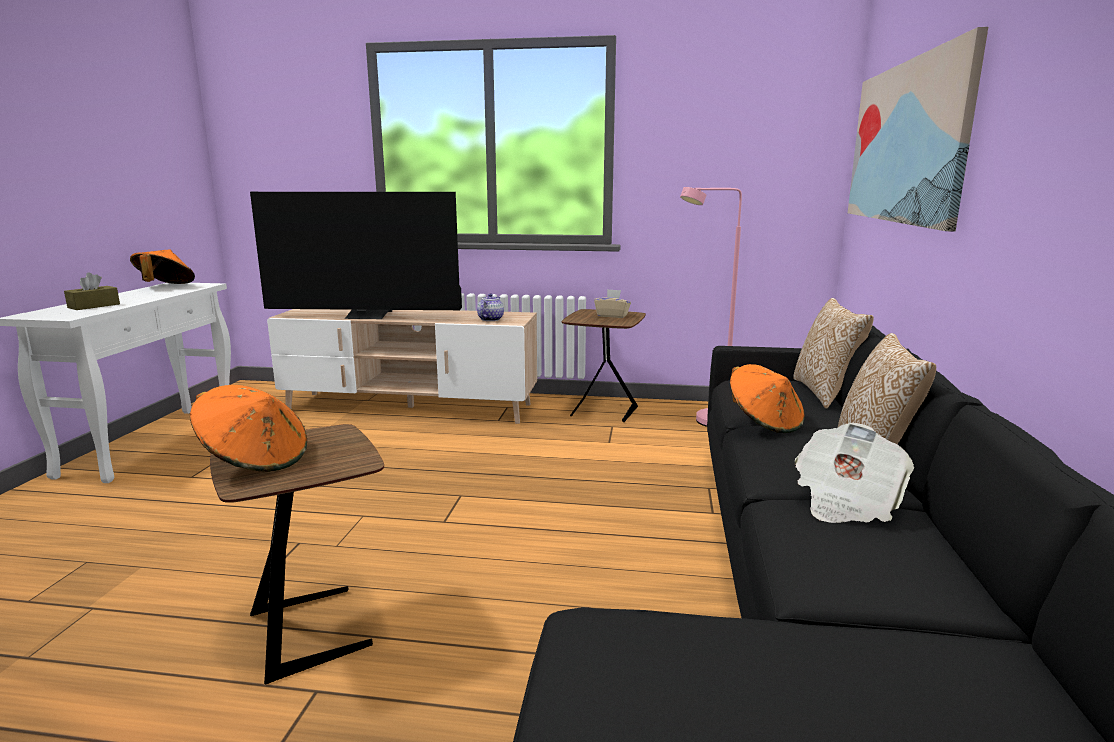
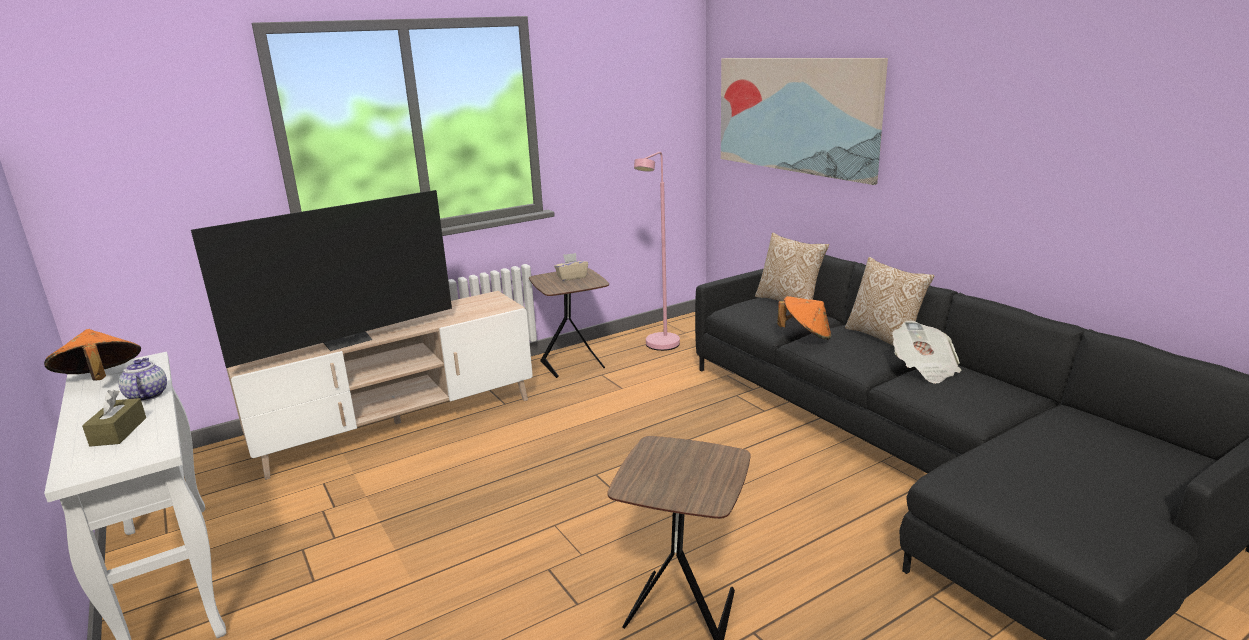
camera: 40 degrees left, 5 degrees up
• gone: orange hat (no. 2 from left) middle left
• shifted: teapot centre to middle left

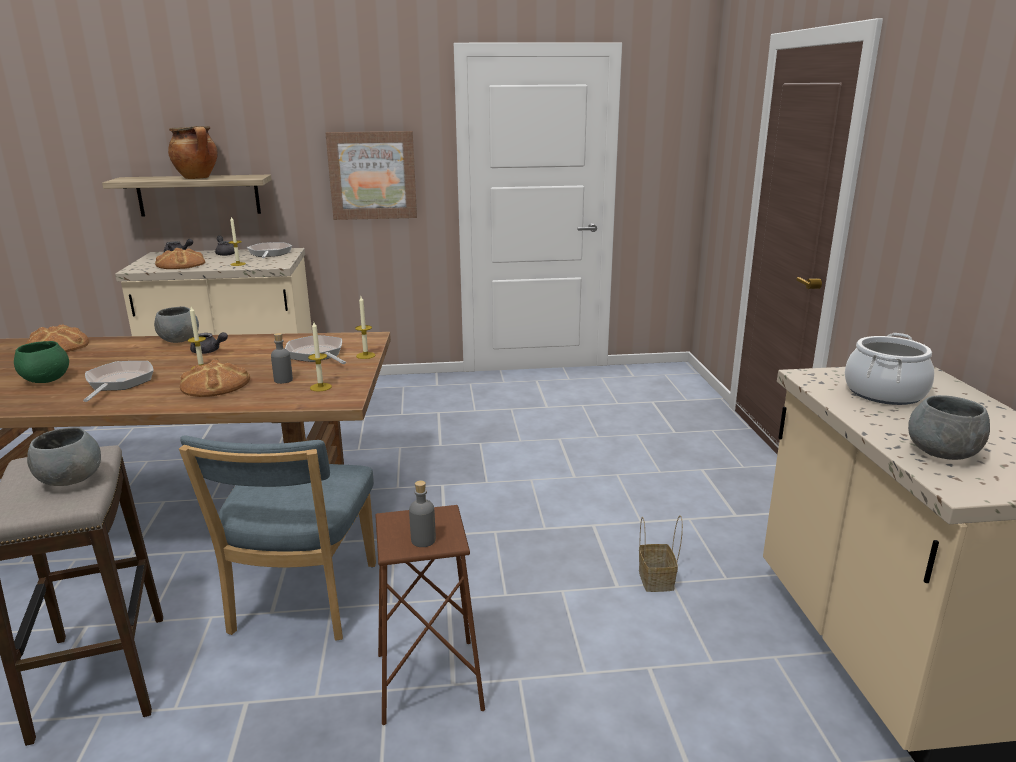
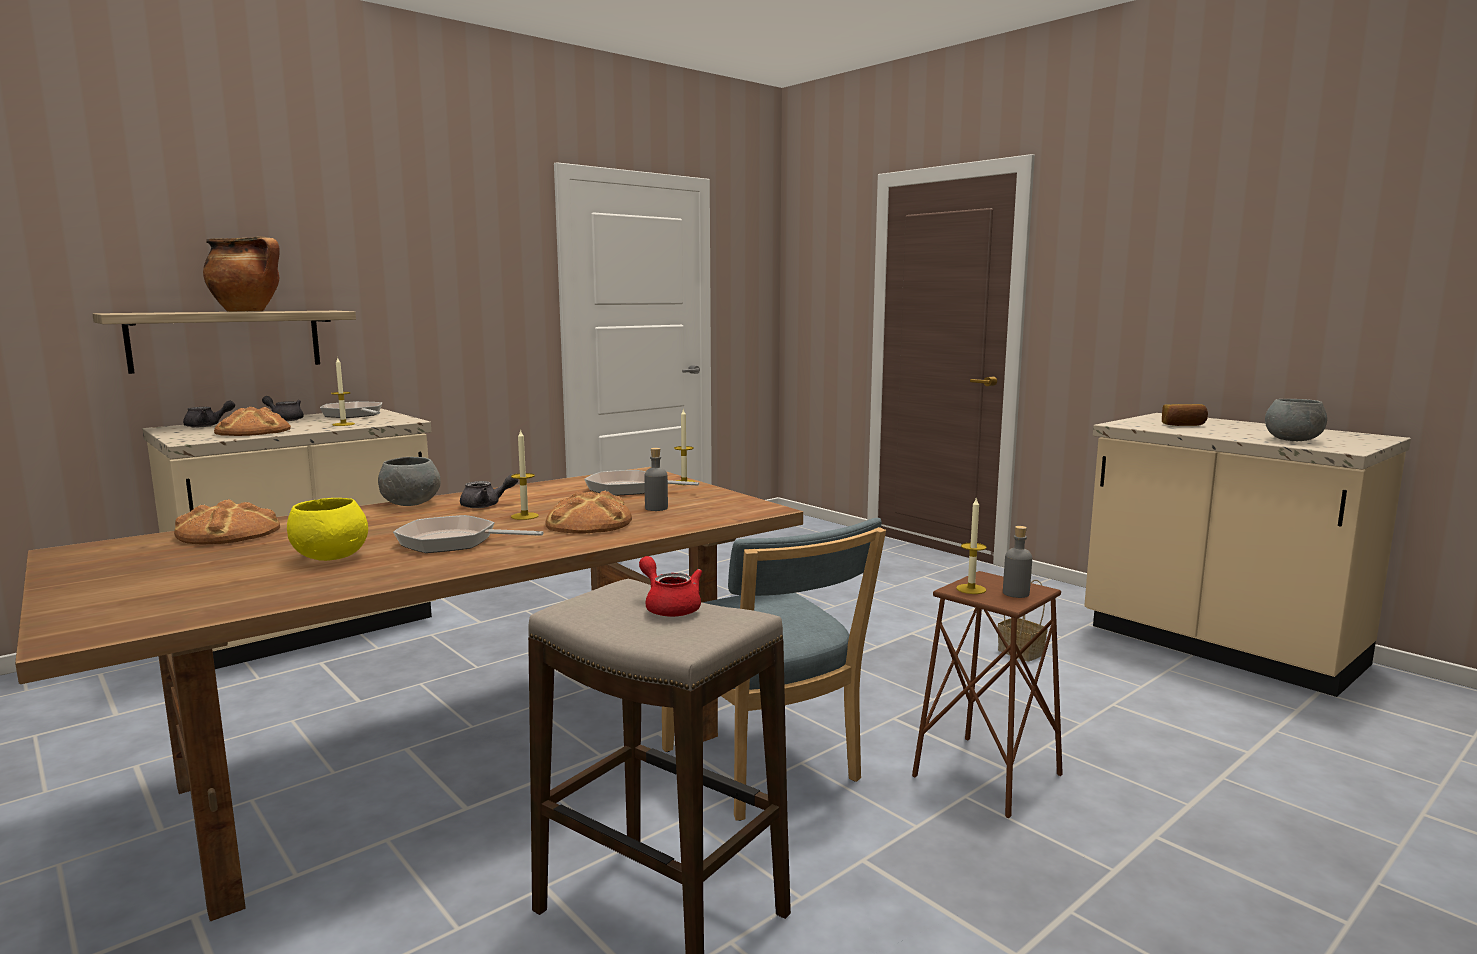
camera: 35 degrees left, 10 degrees down
• repainted: green bowl middle left to yellow bowl middle left
• swapped: grey bowl (no. 1 from left) middle left to red teapot centre
• rotated: frying pan (no. 1 from left in the first image) middle left = middle left 45 degrees counterclockwise
• shifted: candle (no. 3 from left in the first image) middle left to candle (no. 4 from left) centre
• gone: picture top centre
• swapped: cooking pot (no. 2 from left) middle right to bread (no. 4 from left) middle right

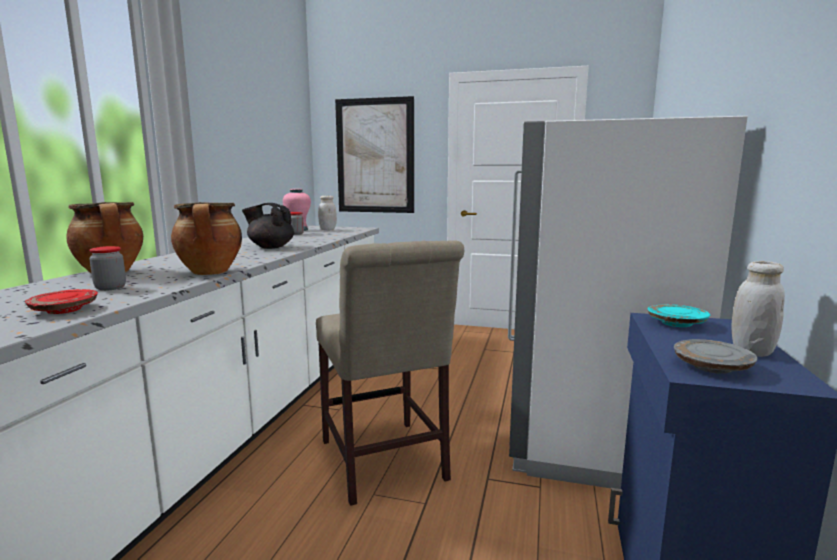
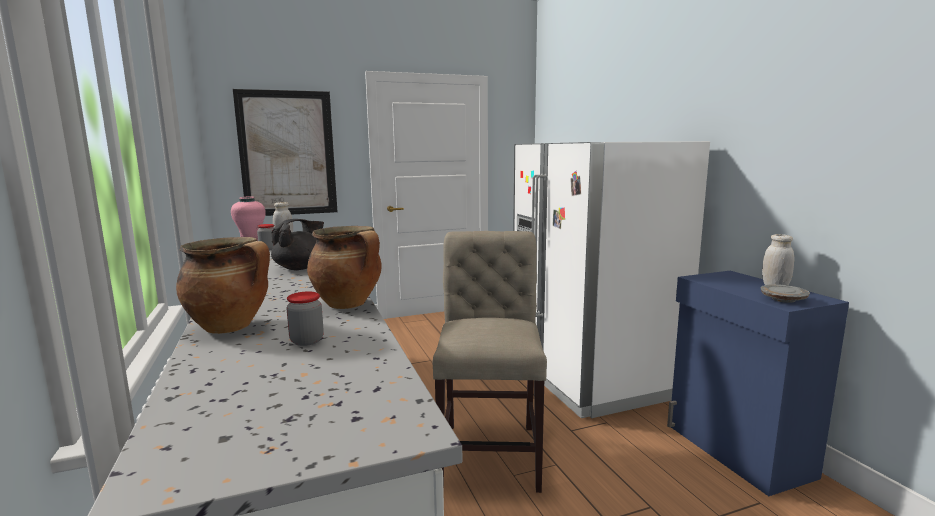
camera: 35 degrees left, 0 degrees up
• gone: red plate middle left
• rotated: black teapot middle left = middle left 150 degrees clockwise
• rotated: beige chair centre = bottom centre 120 degrees counterclockwise
• gone: turquoise plate middle right

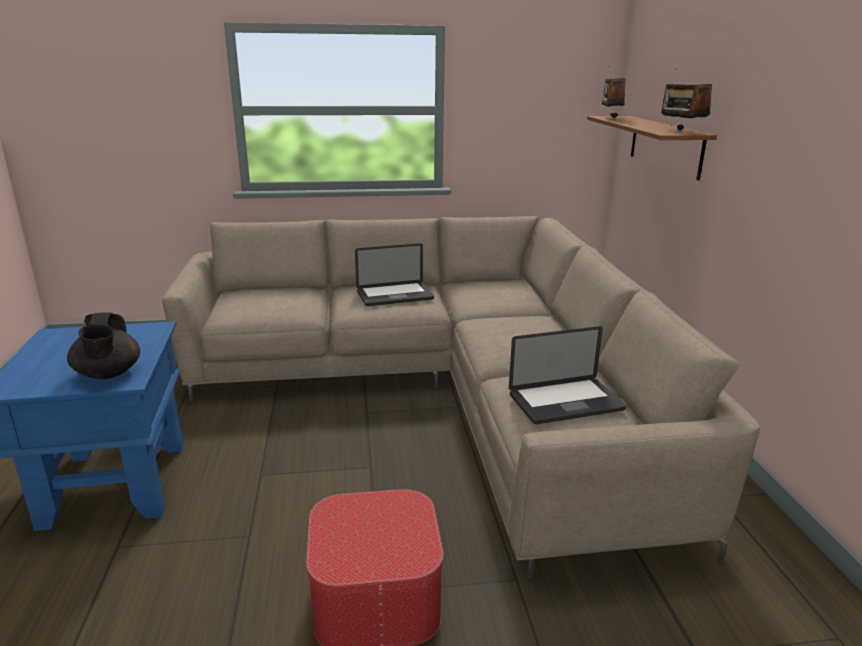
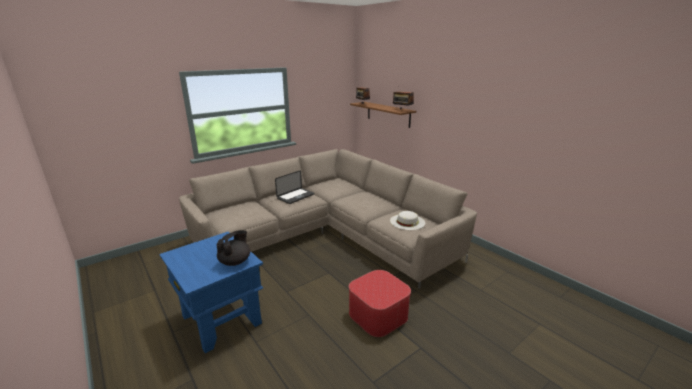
camera: 30 degrees left, 0 degrees up
• rotated: black teapot middle left = centre 105 degrees counterclockwise
• swapped: laptop (no. 2 from left) centre to white hat centre

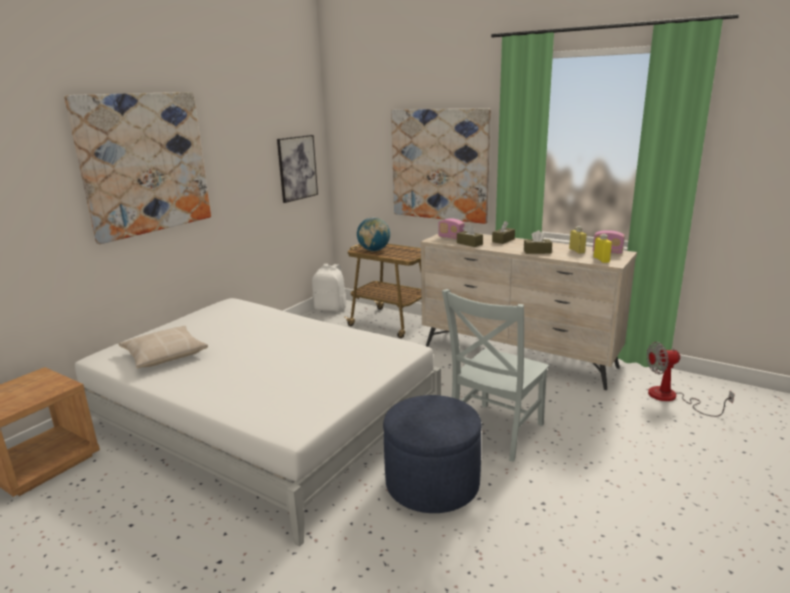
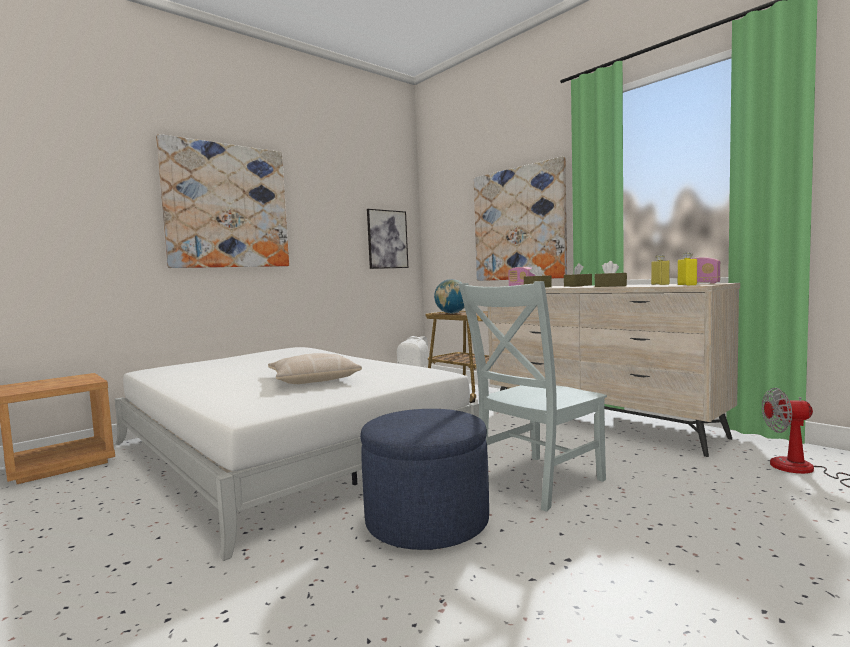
camera: 15 degrees right, 15 degrees down
• shifted: beige pillow middle left to centre

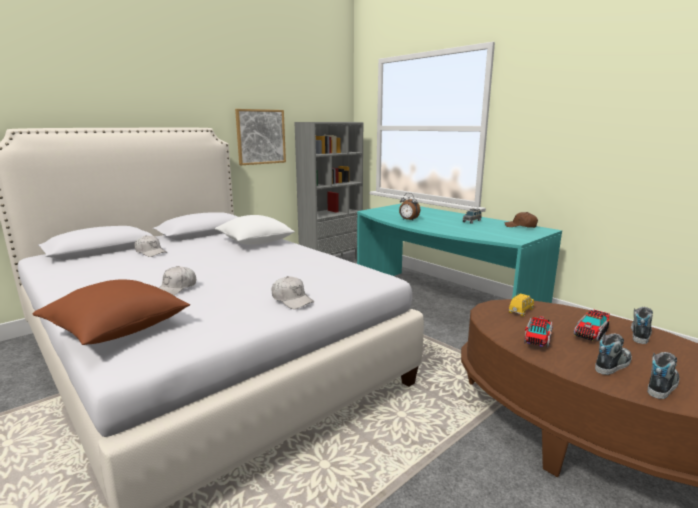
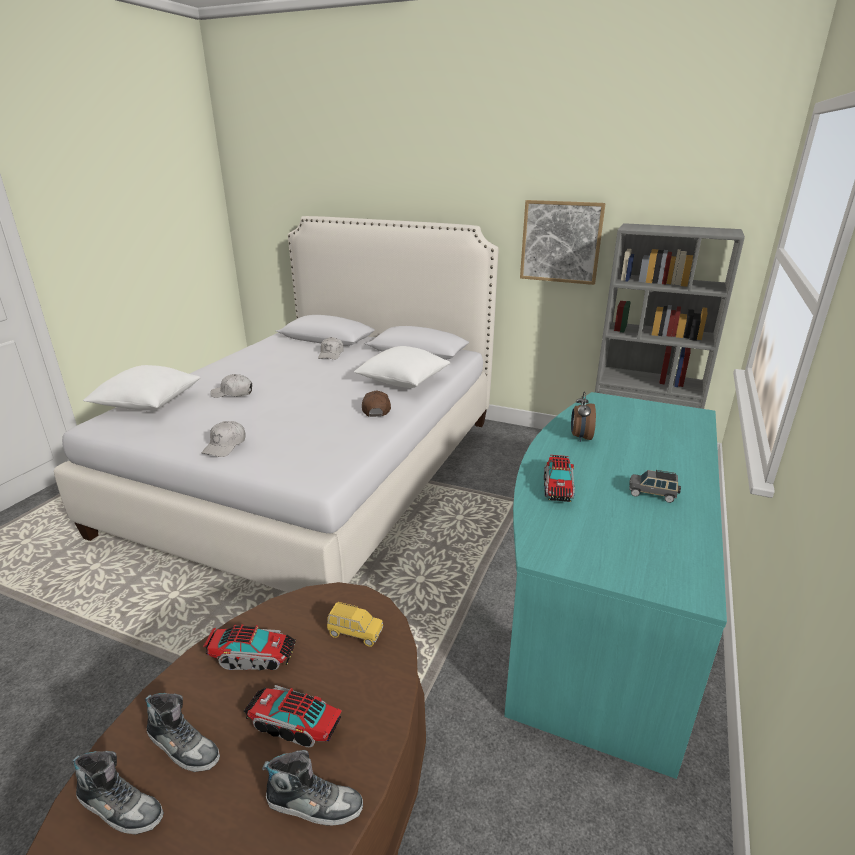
camera: 65 degrees right, 10 degrees up
• repainted: brown pillow middle left to white pillow (no. 1 from left) middle left
• shifted: brown cap middle right to centre
• new: toy truck (no. 3 from left) centre

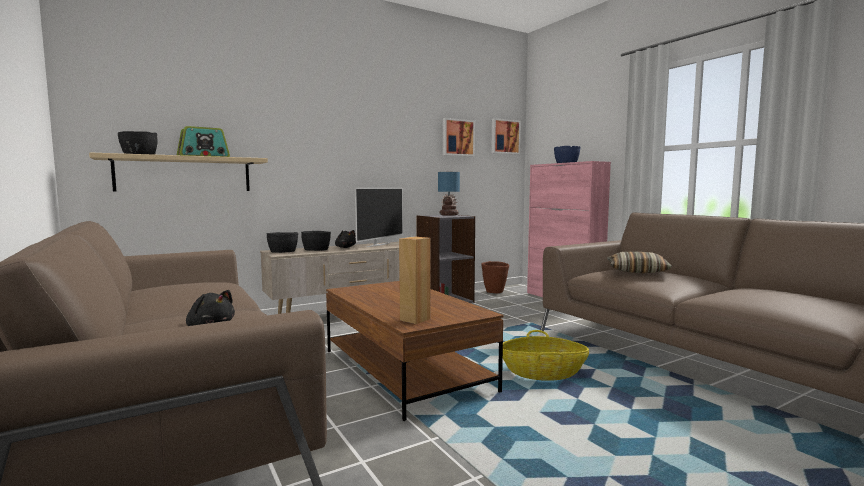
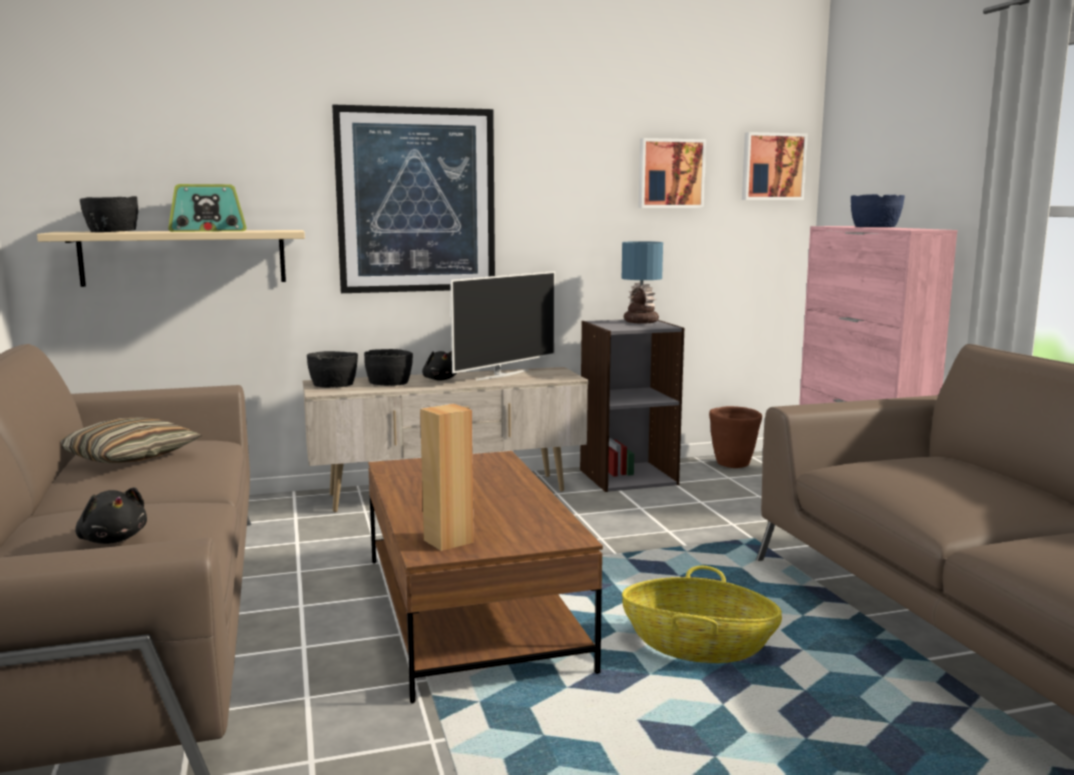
camera: 15 degrees right, 5 degrees up
• shifted: pillow middle right to middle left
• new: picture (no. 1 from left) top centre

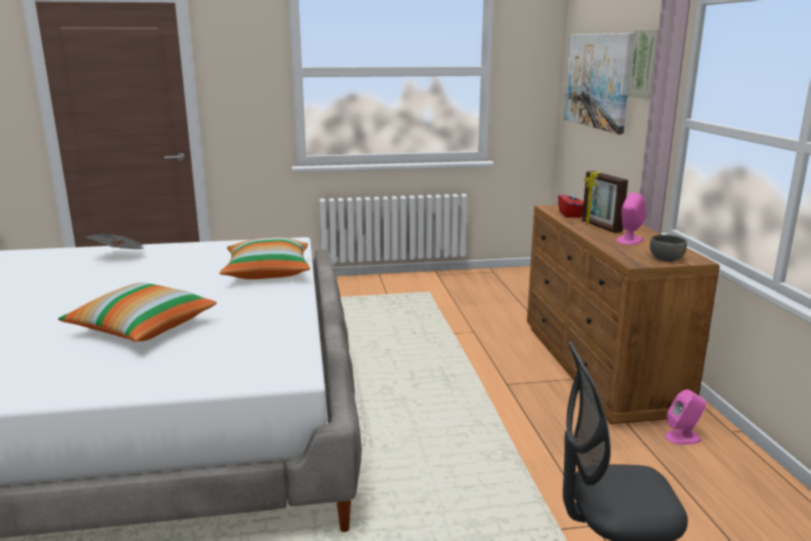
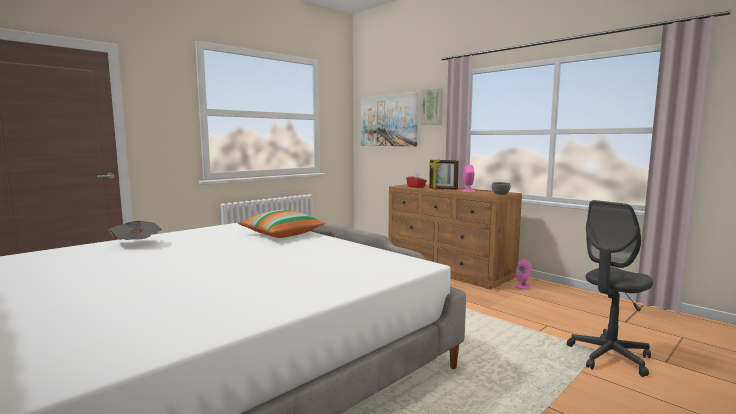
camera: 35 degrees left, 10 degrees down
• gone: pillow (no. 1 from left) middle left

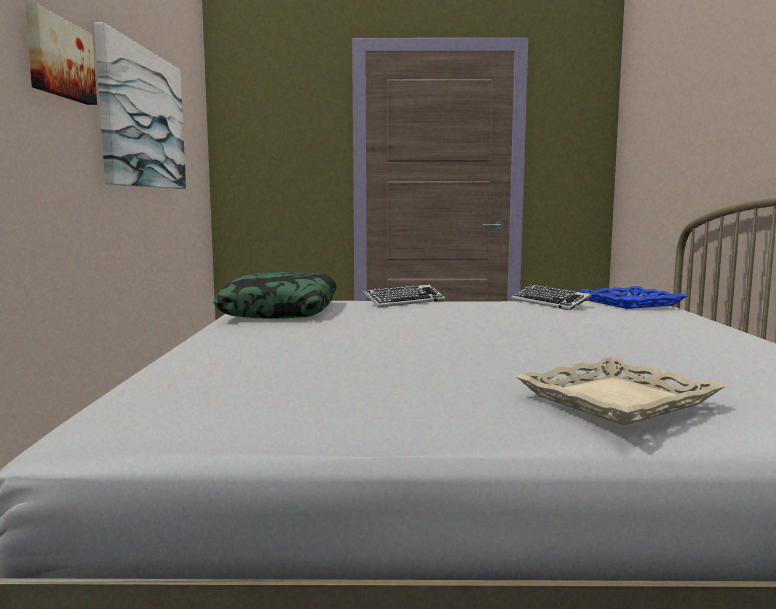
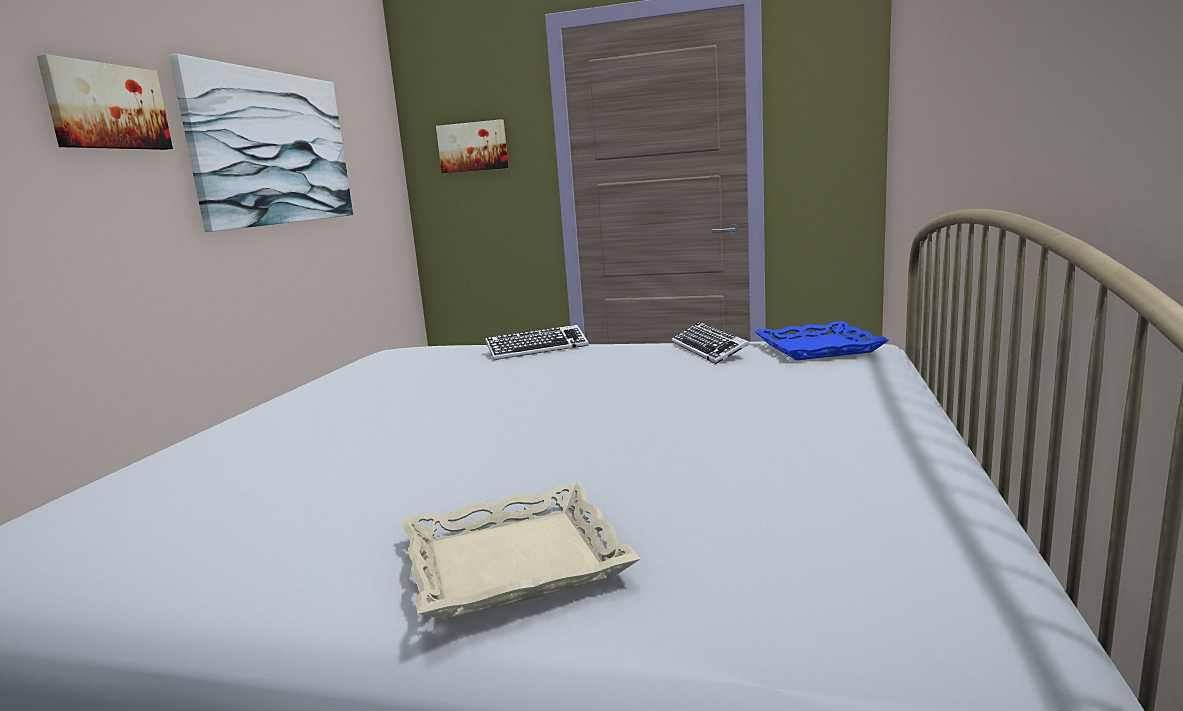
camera: 15 degrees right, 5 degrees up
• gone: pillow centre
• new: picture (no. 3 from left) top centre

